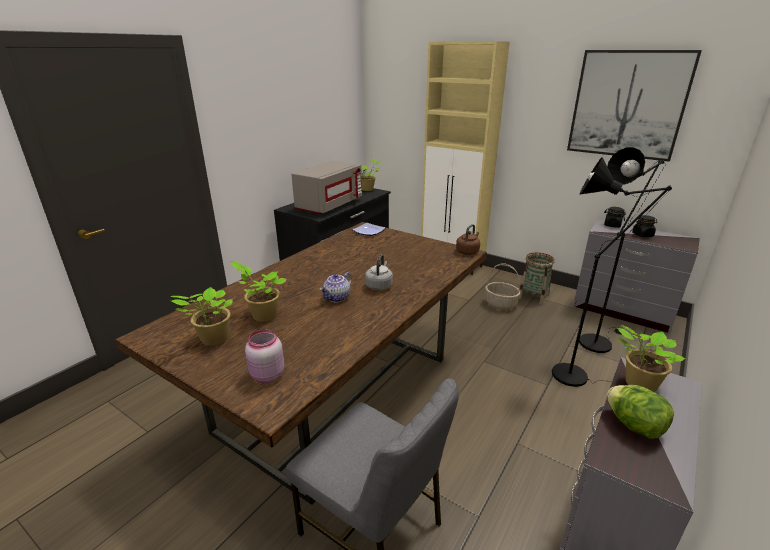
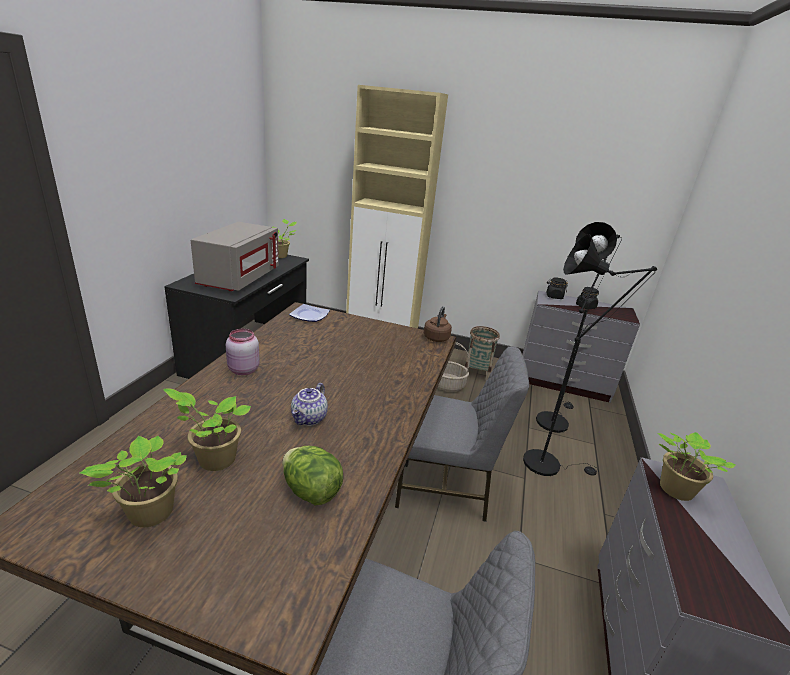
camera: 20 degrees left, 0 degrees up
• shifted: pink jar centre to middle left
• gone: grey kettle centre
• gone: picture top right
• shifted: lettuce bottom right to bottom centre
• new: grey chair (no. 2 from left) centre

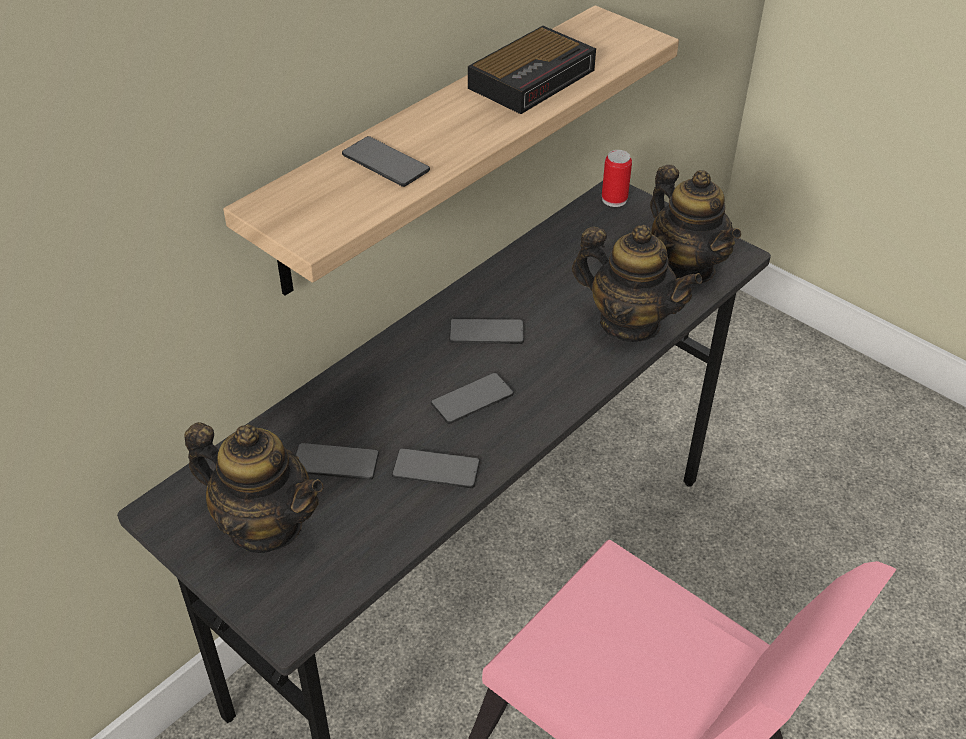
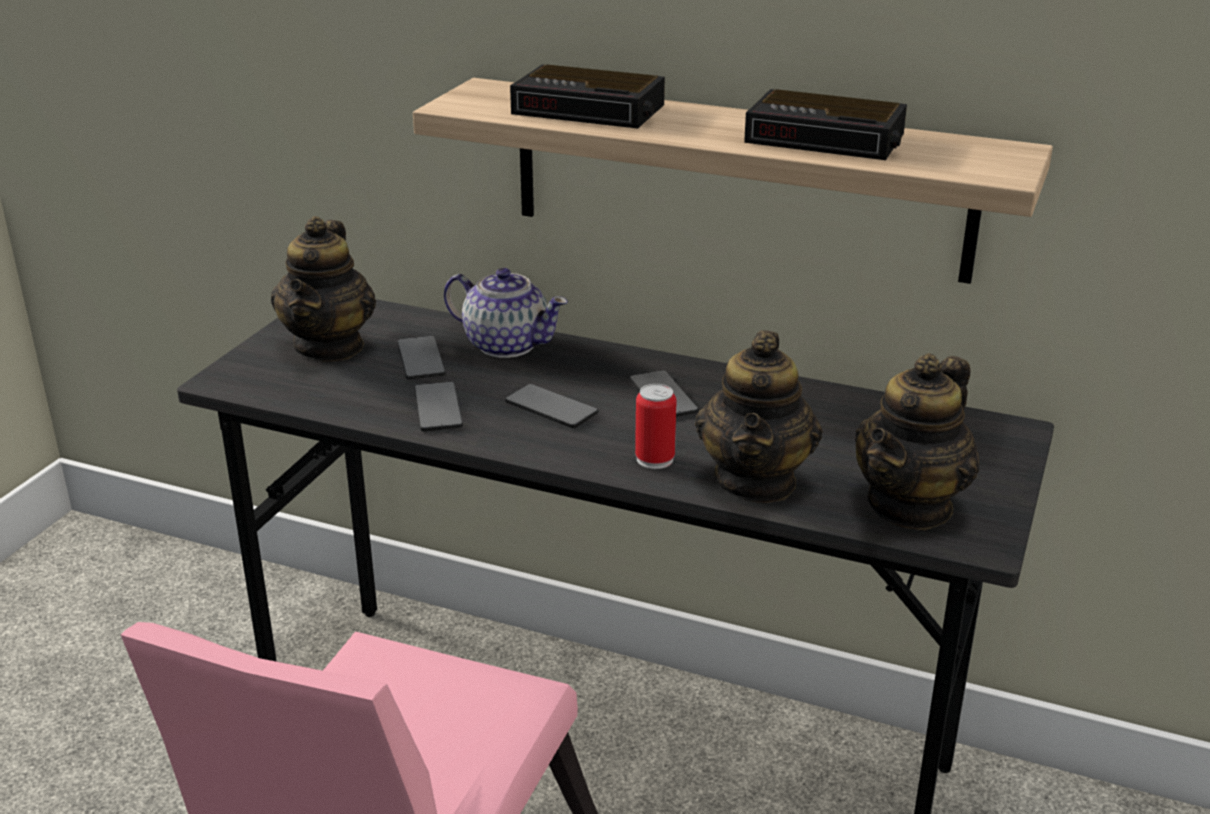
camera: 70 degrees right, 15 degrees down
• swapped: phone (no. 2 from left) top centre to alarm clock (no. 1 from left) top centre
• shifted: can top centre to centre
• new: teapot (no. 2 from left) centre

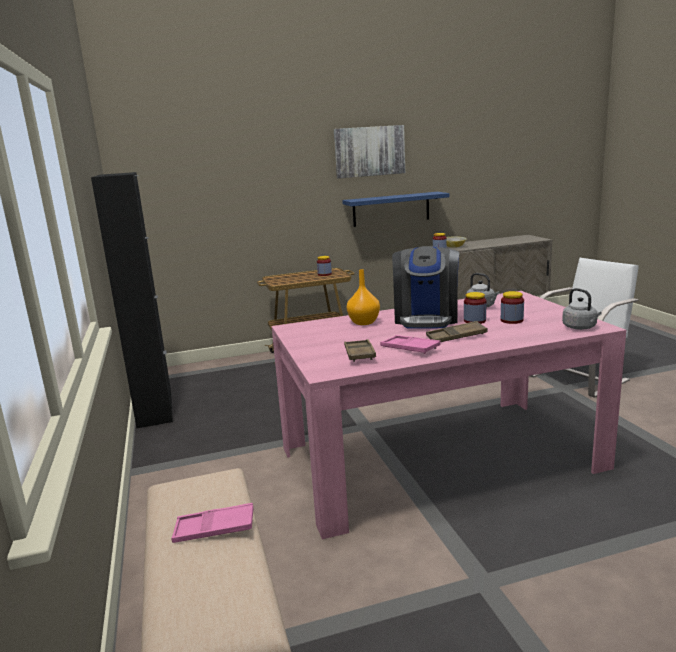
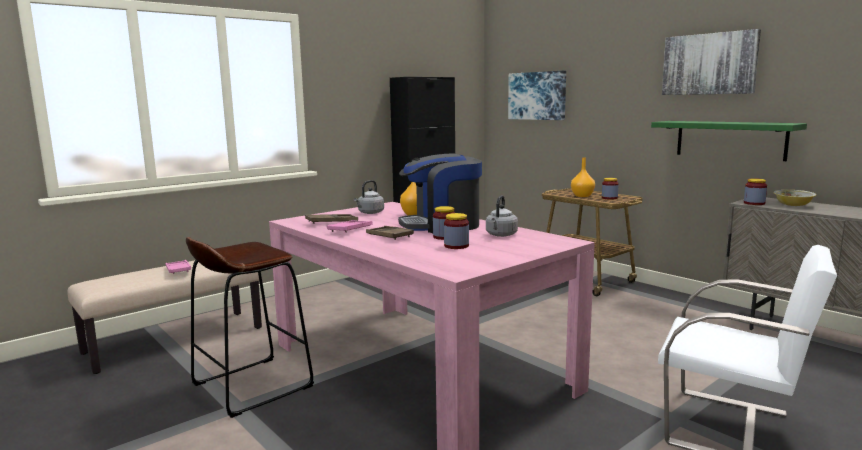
camera: 65 degrees right, 5 degrees down
• repainted: blue shelf top centre to green shelf top right
• shifted: grey kettle (no. 2 from left in the first image) middle right to grey kettle (no. 1 from left) centre
• new: brown stool bottom left
• new: picture (no. 1 from left) top centre
• new: orange vase (no. 2 from left) middle right

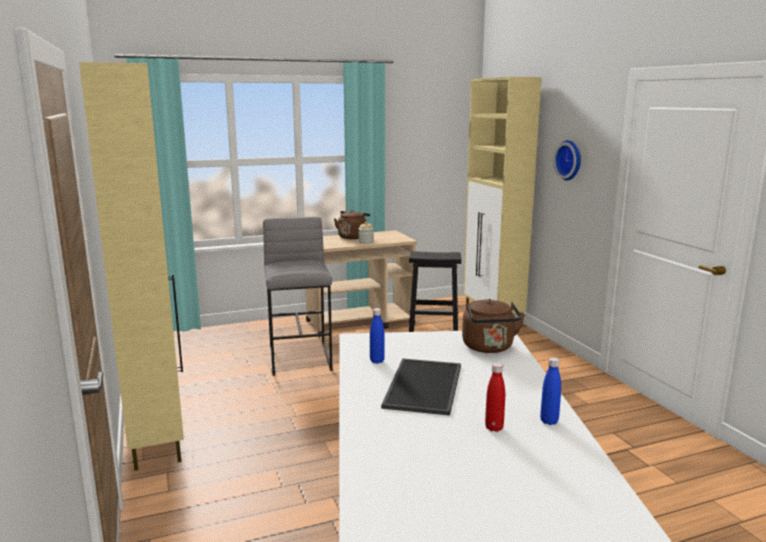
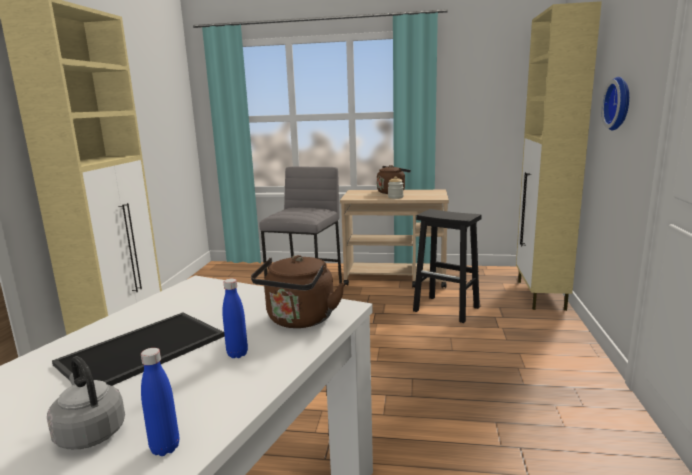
camera: 30 degrees right, 0 degrees up
• shifted: blue bottle (no. 1 from left in the first image) centre to blue bottle (no. 2 from left) bottom centre
• swapped: red bottle bottom centre to grey kettle bottom left

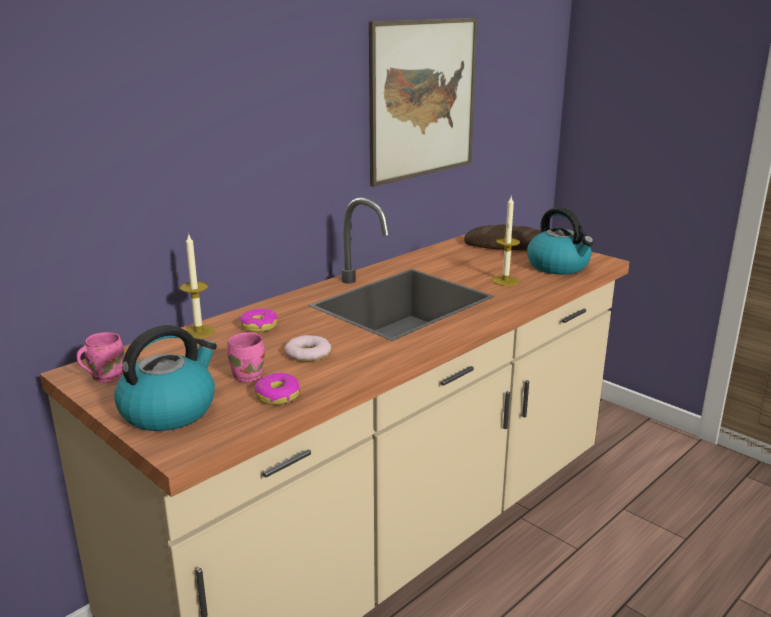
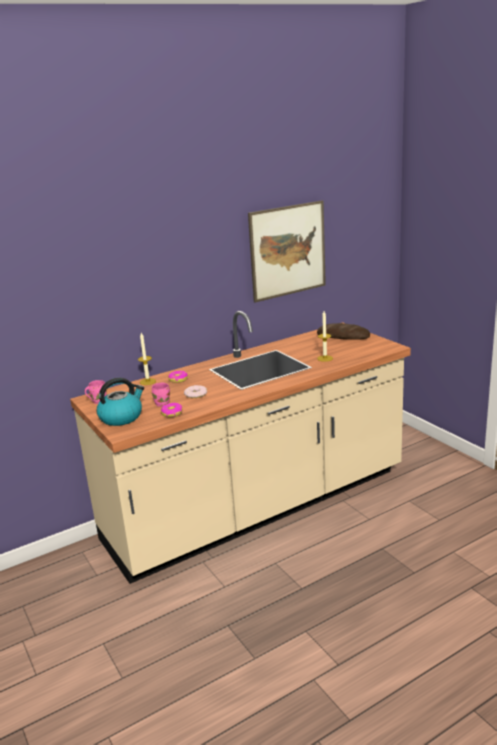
camera: 15 degrees right, 0 degrees up
• gone: kettle (no. 2 from left) middle right

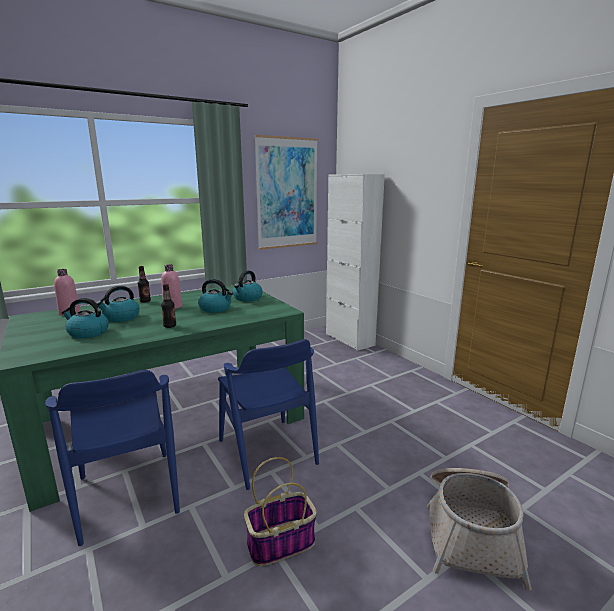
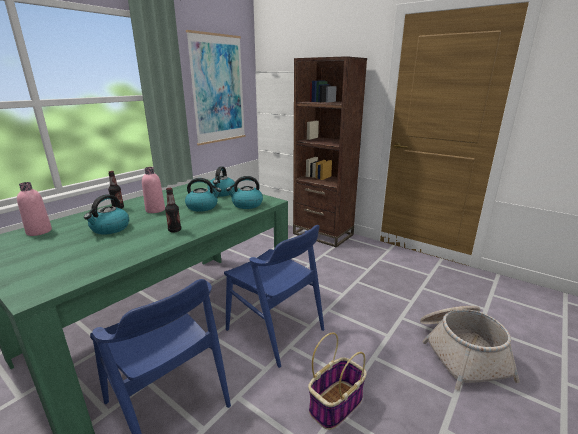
camera: 20 degrees left, 5 degrees up
• shifted: kettle (no. 1 from left in the first image) middle left to kettle (no. 4 from left) centre
• new: brown bookcase centre

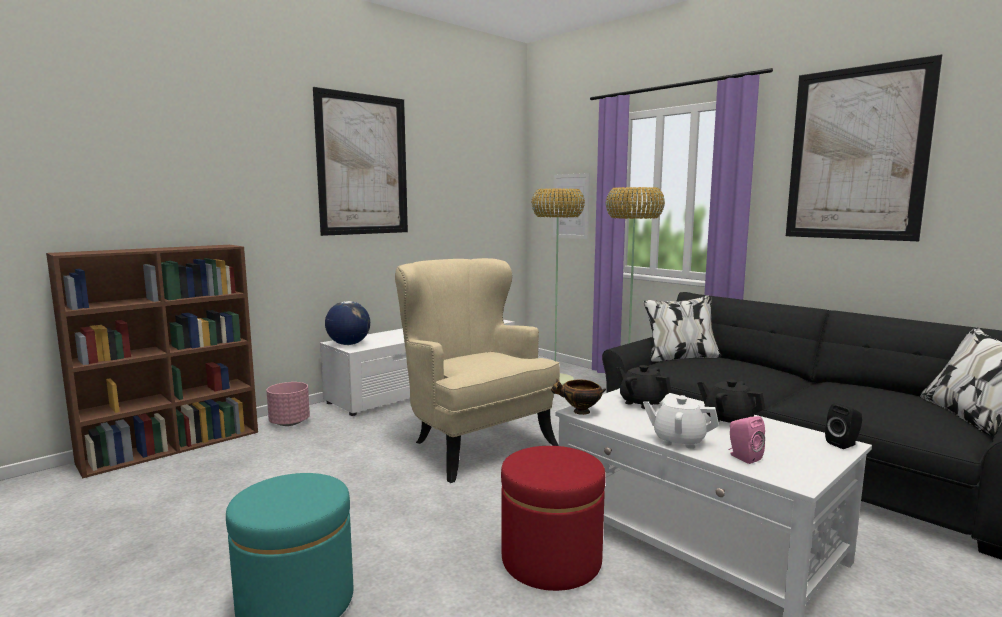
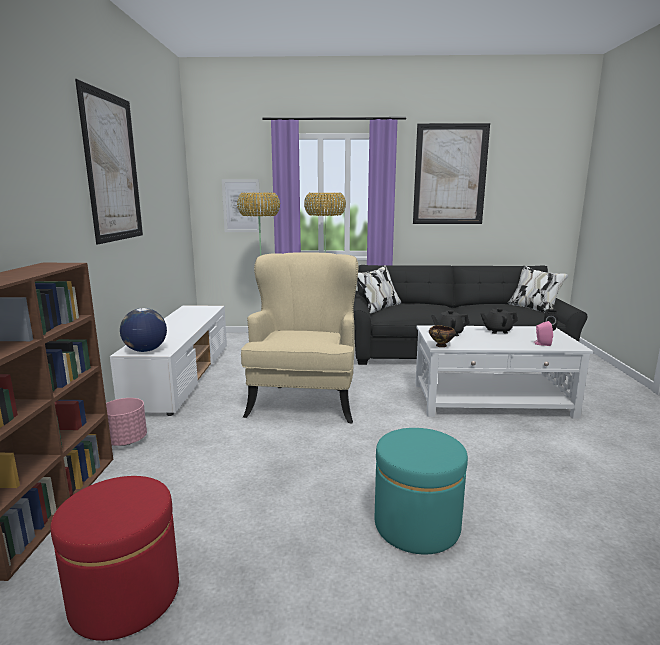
camera: 45 degrees left, 5 degrees up
• rotated: beige armchair centre = centre 90 degrees clockwise
• shifted: red ottoman bottom centre to bottom left
• gone: white teapot bottom right

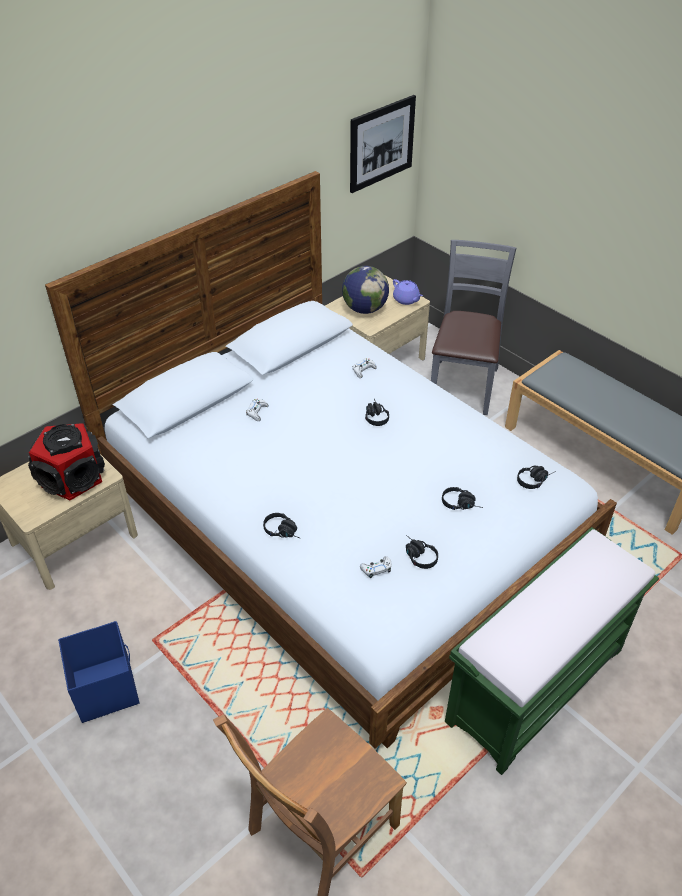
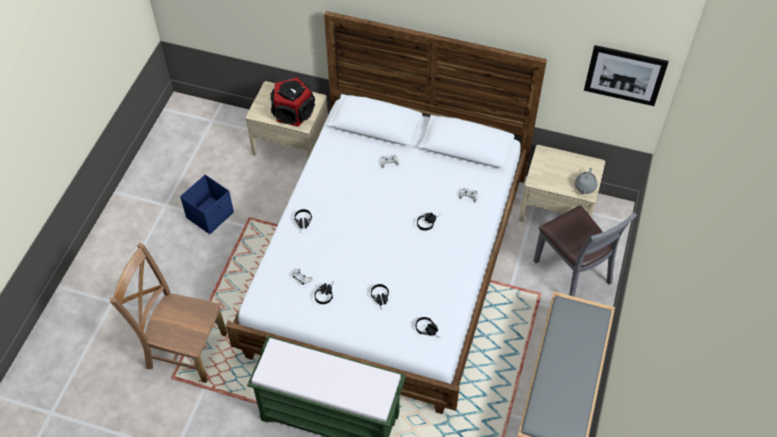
camera: 60 degrees right, 10 degrees up
• gone: globe top centre
• repainted: purple teapot top centre to grey teapot middle right
• rotated: grey chair middle right = middle right 75 degrees clockwise

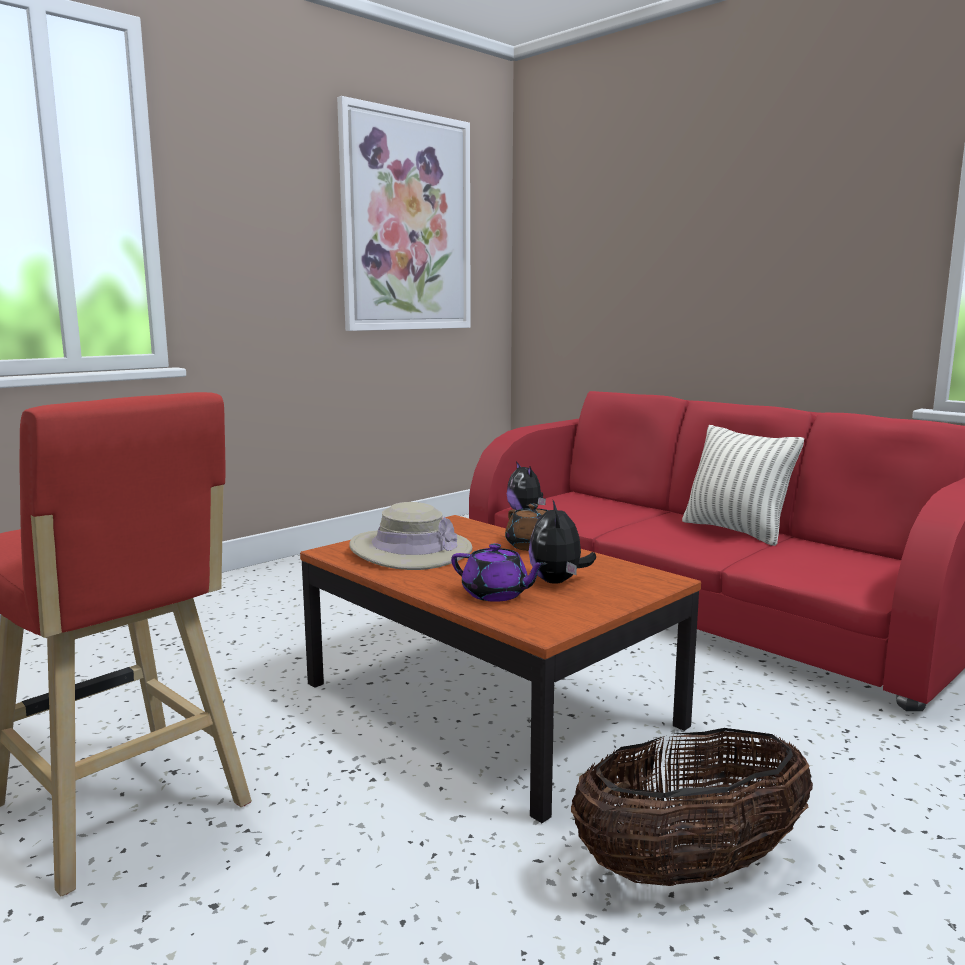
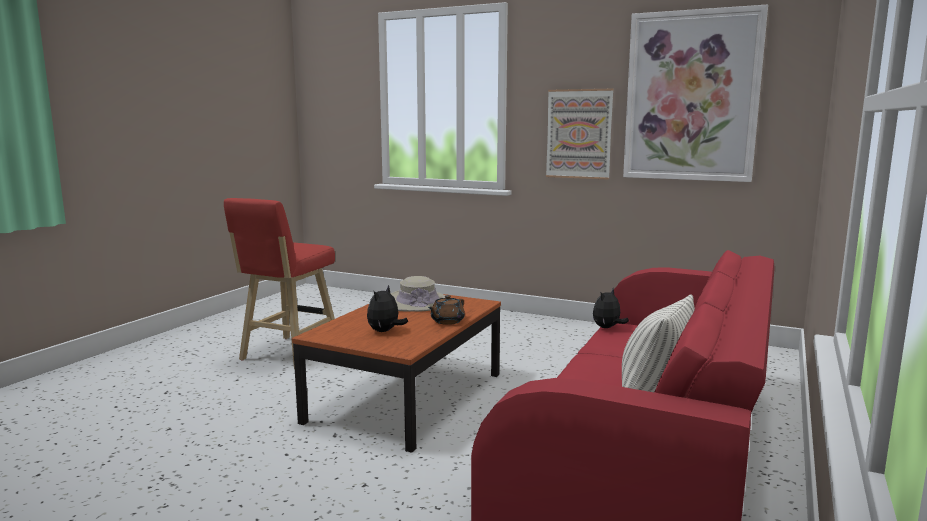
camera: 70 degrees right, 0 degrees up
• gone: purple teapot centre
• rotated: plush toy (no. 2 from left in the first image) centre = centre 45 degrees counterclockwise
• gone: basket bottom right
• new: picture (no. 1 from left) top centre

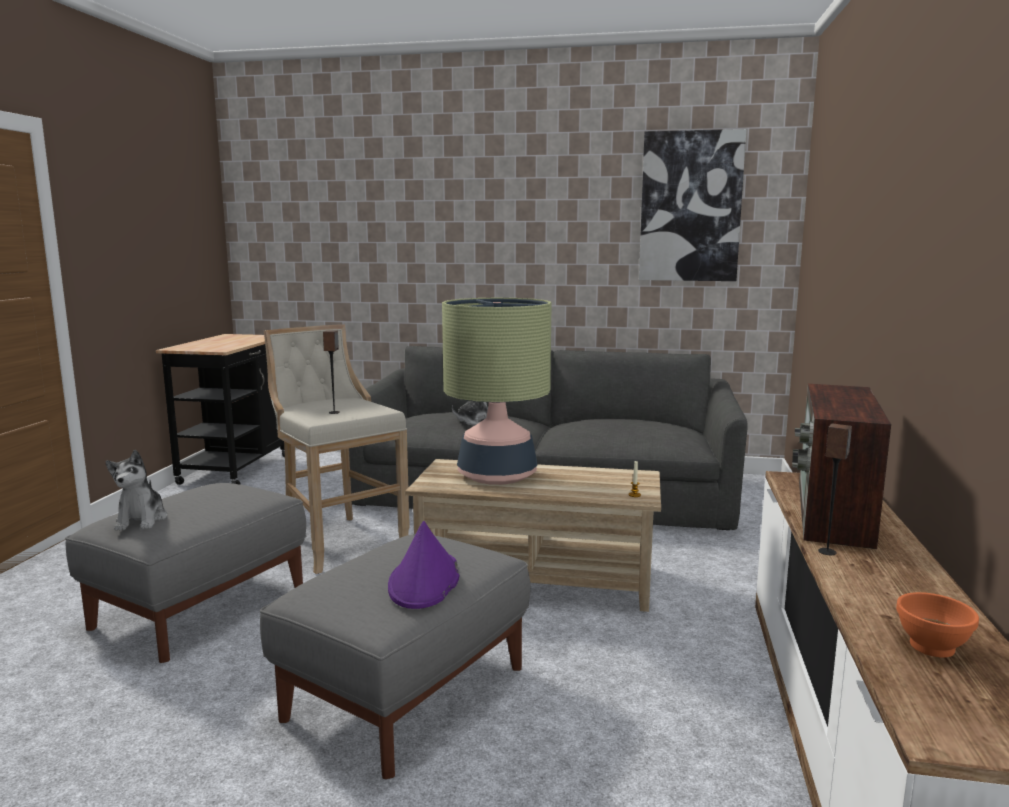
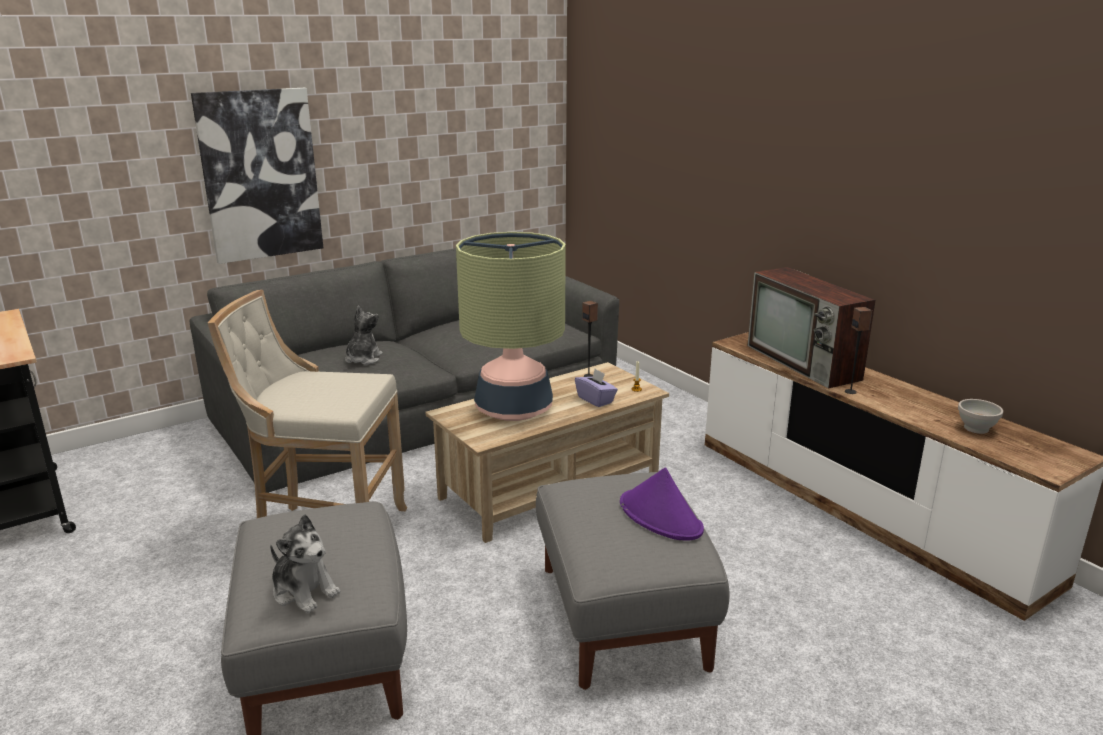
camera: 45 degrees left, 10 degrees up
• shifted: speaker (no. 1 from left) middle left to centre
• shifted: picture top right to top left
• repainted: orange bowl bottom right to white bowl middle right
• new: purple tissue box centre

